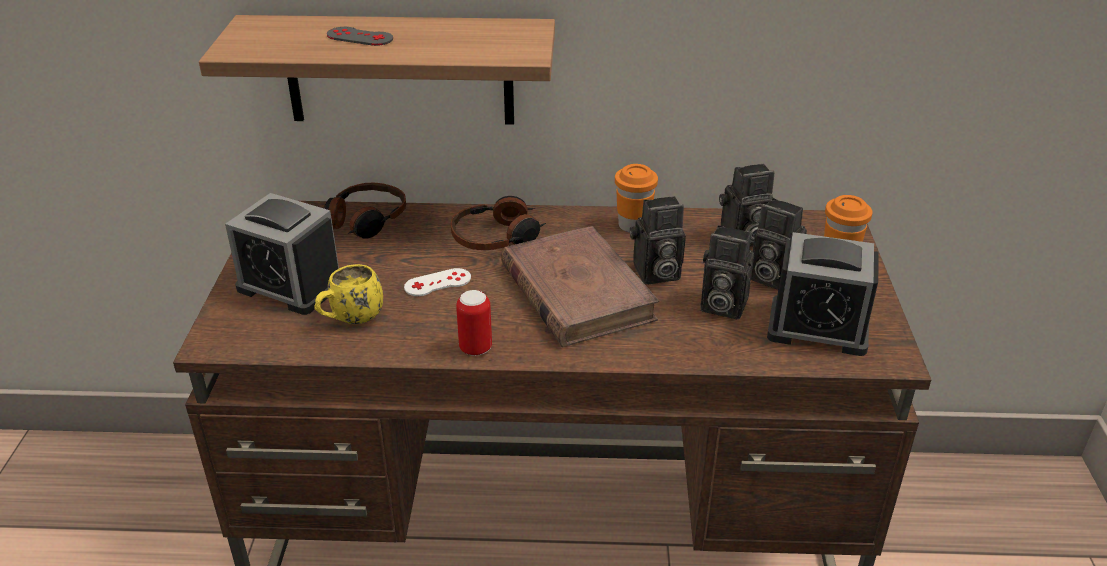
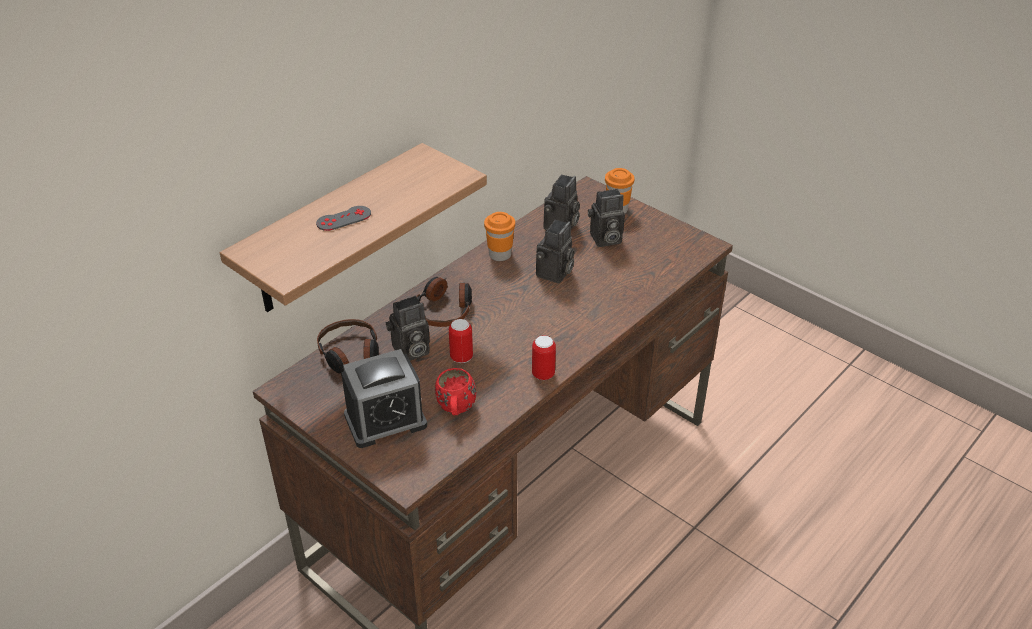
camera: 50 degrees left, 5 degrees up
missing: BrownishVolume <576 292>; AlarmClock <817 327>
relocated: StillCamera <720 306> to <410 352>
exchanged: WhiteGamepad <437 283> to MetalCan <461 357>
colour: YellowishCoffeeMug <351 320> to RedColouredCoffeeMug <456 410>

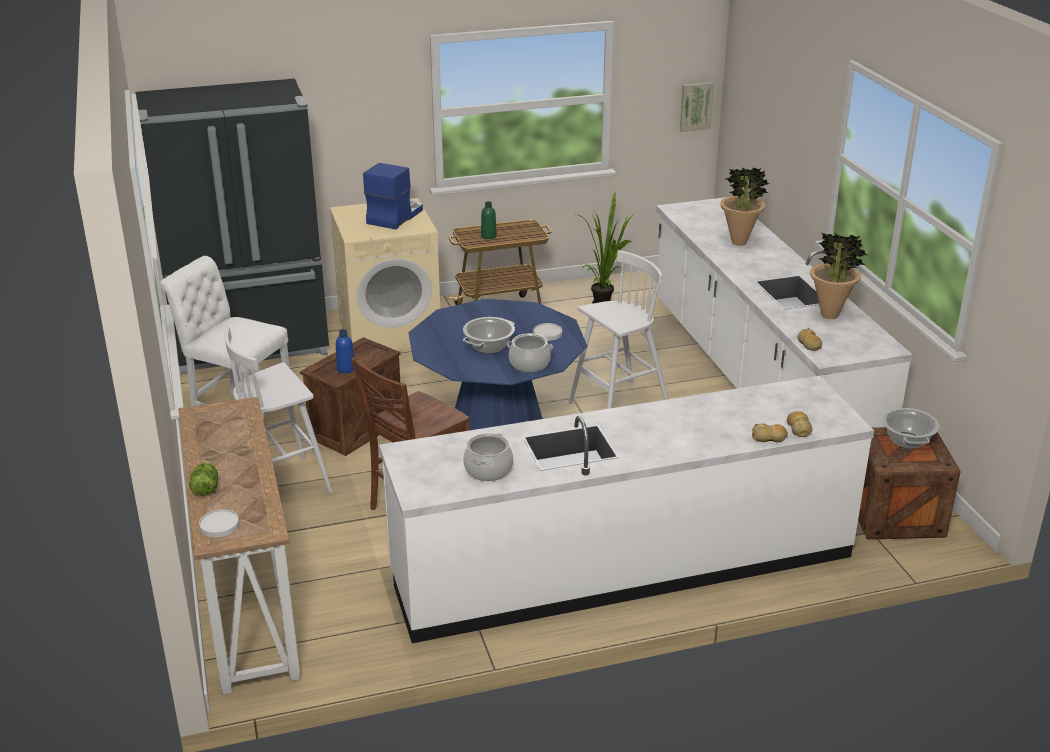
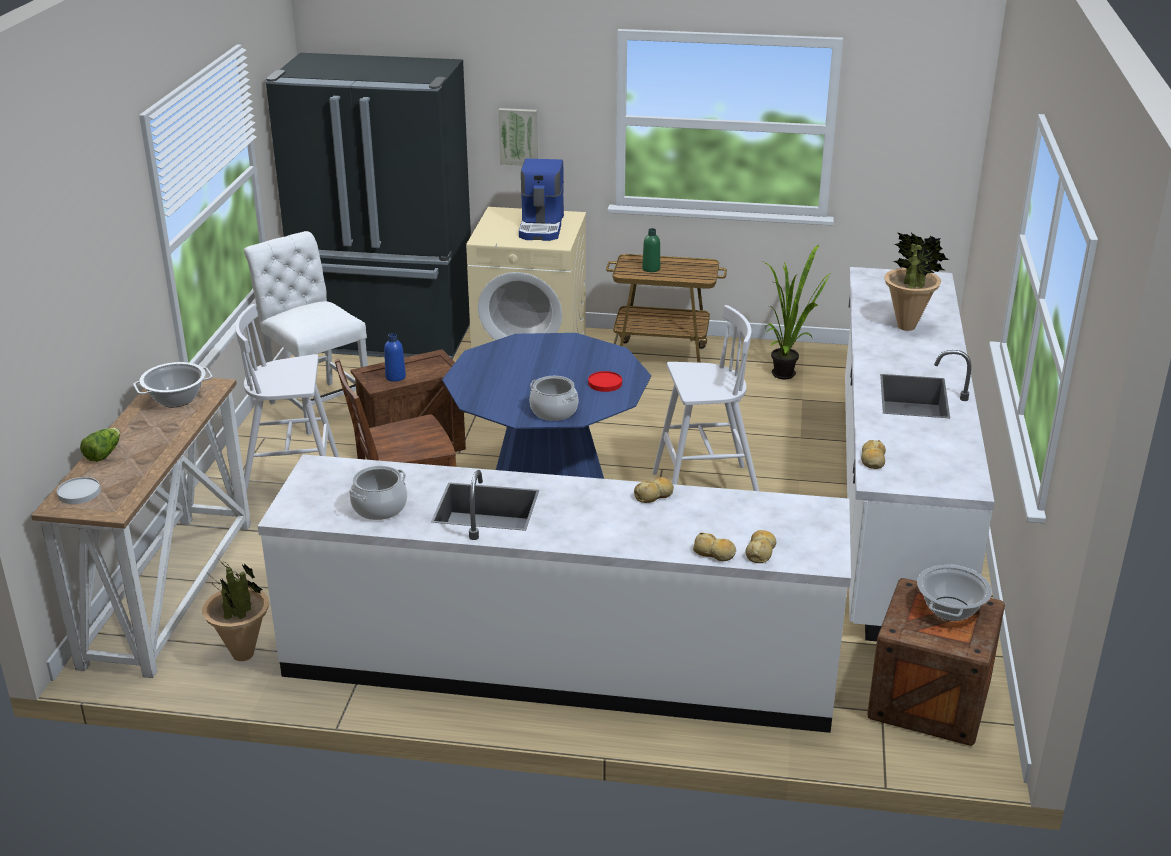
camera: 25 degrees right, 0 degrees up
appeared: BakeryBread <654 495>
relocated: Saucepot <489 347> to <176 399>; WallArt <695 106> to <518 136>; PlantInAPot <830 315> to <243 654>
colour: WhiteFlatDish <547 333> to RedColouredFlatDish <604 383>
spun: CoffeeMaker <394 216> = <542 227> 135 degrees clockwise

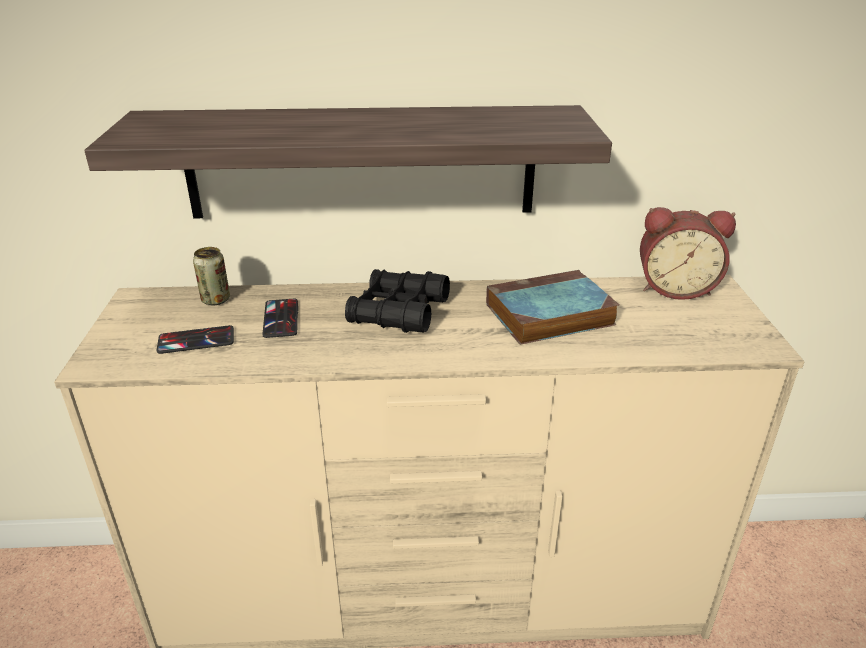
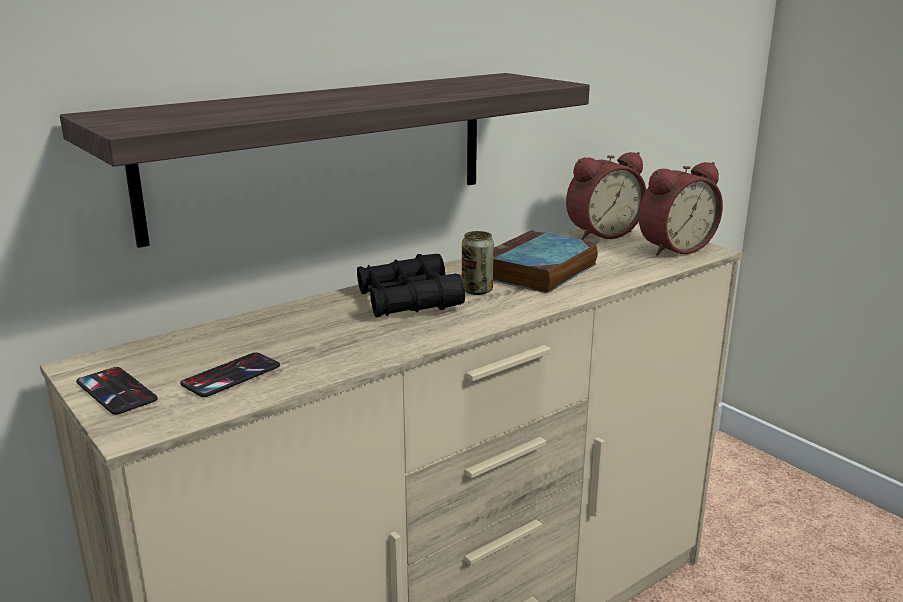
camera: 35 degrees left, 10 degrees down
appeared: AlarmClock <673 248>
relocated: MetalCan <216 300> to <477 290>; Phone <281 318> to <116 391>

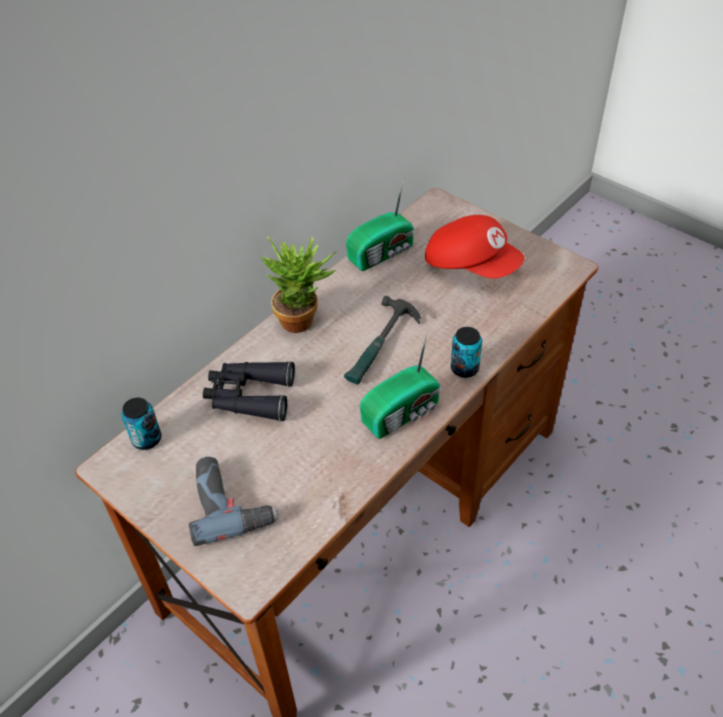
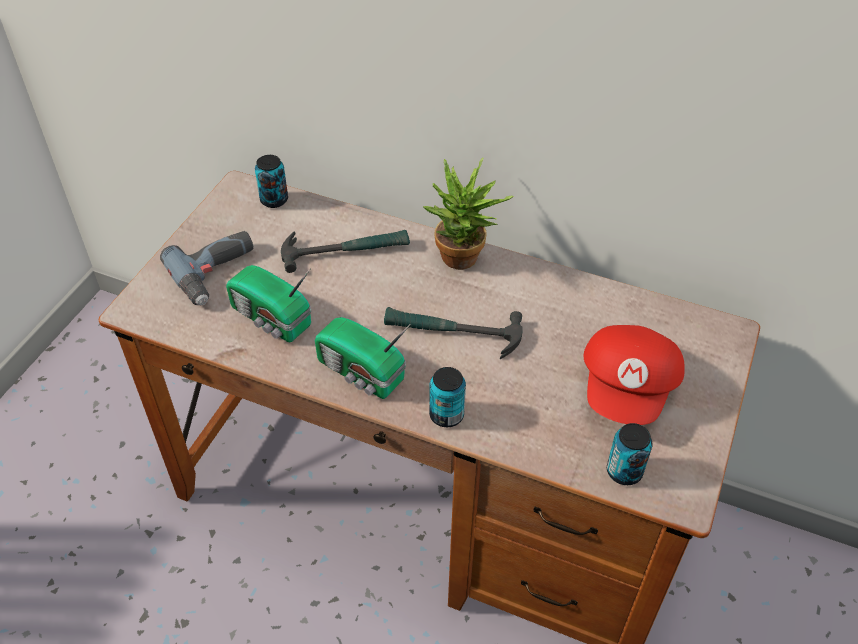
camera: 70 degrees right, 0 degrees up
appeared: MetalCan <624 471>
relocated: RadioSet <383 253> to <271 319>
exchanged: BlackFieldGlasses <249 396> to ToolHammer <345 250>

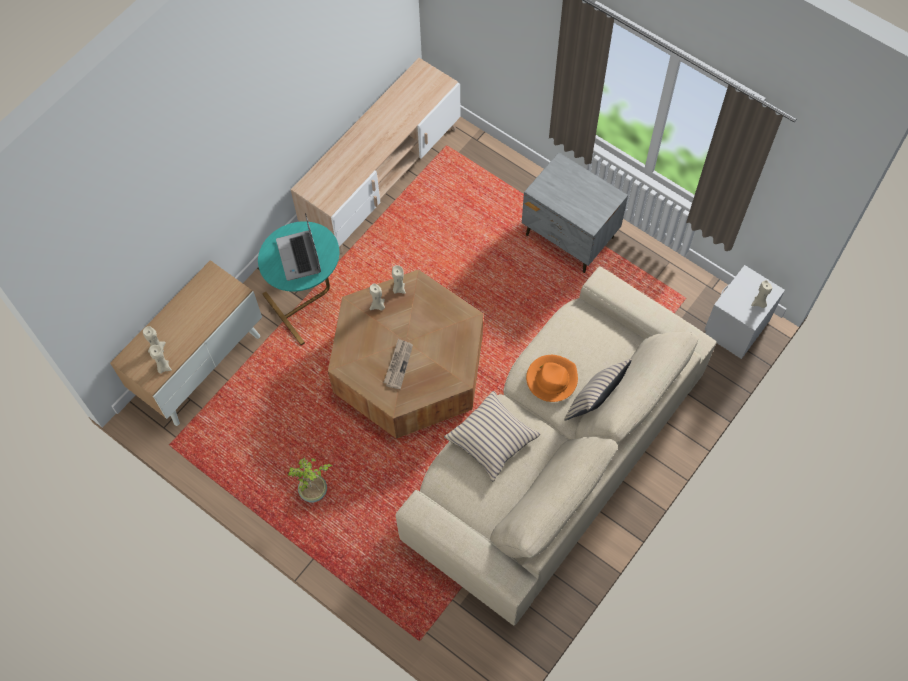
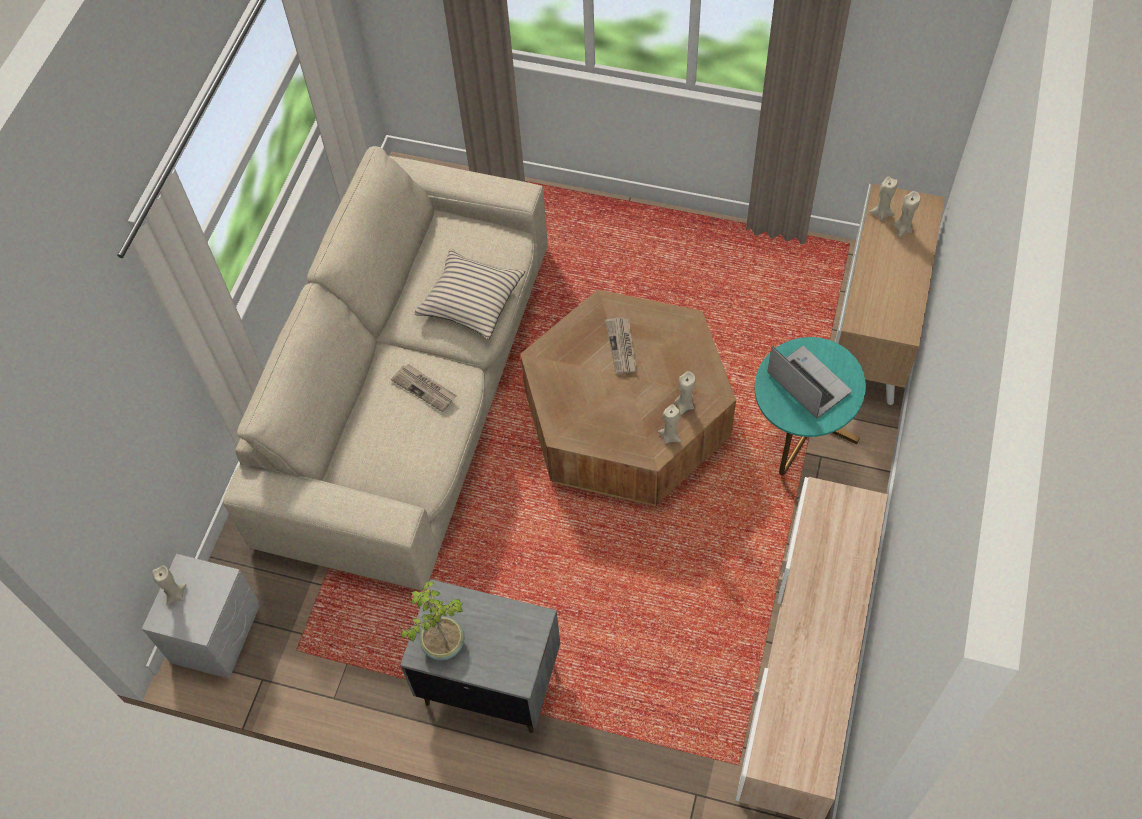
camera: 160 degrees right, 5 degrees down
missing: SandColouredCushion <594 402>
relocated: PlantInAPot <314 492> to <442 643>
exchanged: OrangeColouredClothingHat <551 379> to Newspaper <425 388>

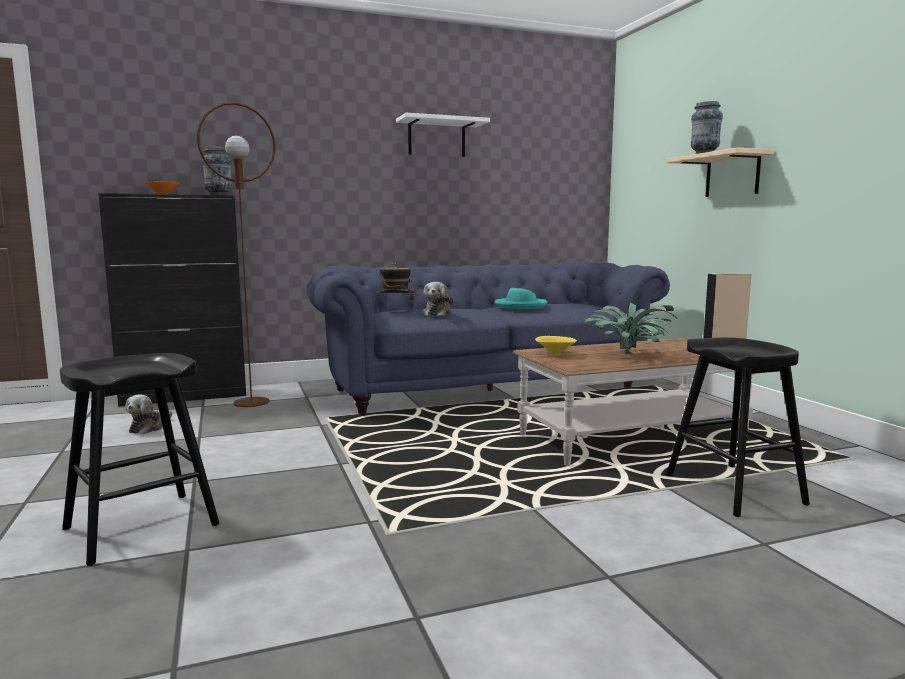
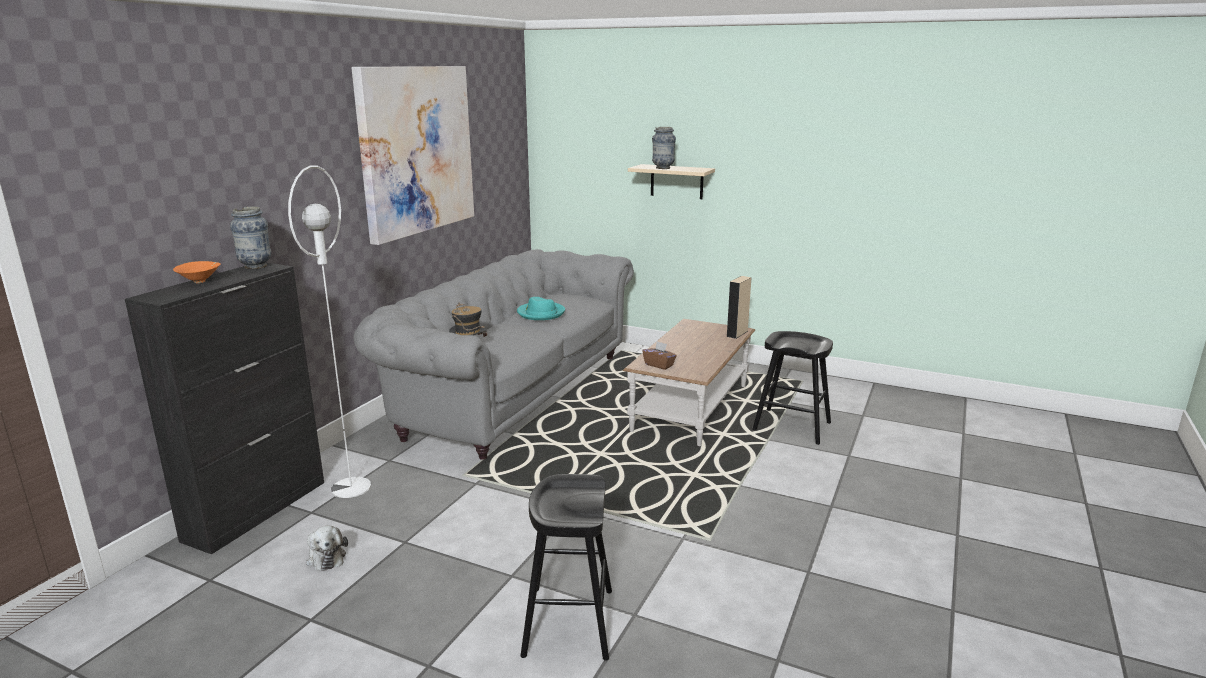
camera: 45 degrees left, 10 degrees up
missing: SoftToy <437 313>; PlantInAPot <629 355>
exchanged: WhiteWallShelf <436 138> to WallArt <416 150>; YellowishDeepDish <554 354> to BrownishTissueHolder <659 365>
colour: BrownishStandingLamp <251 402> to WhiteStandingLamp <351 487>; BlueCouch <481 386> to GreyCouch <508 392>

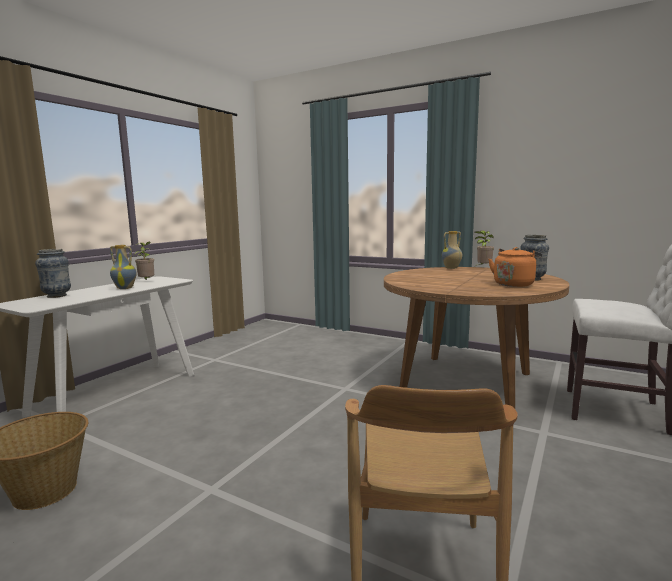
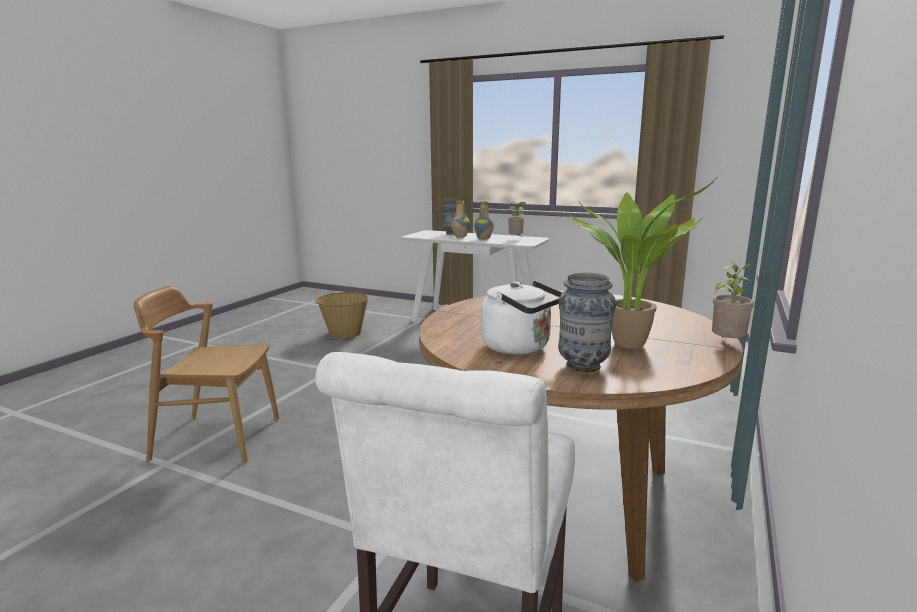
camera: 85 degrees right, 5 degrees up
appeared: PlantInAPot <632 343>
relocated: Vase <451 268> to <459 237>
colour: OrangeColouredKettle <514 284> to WhiteKettle <520 347>

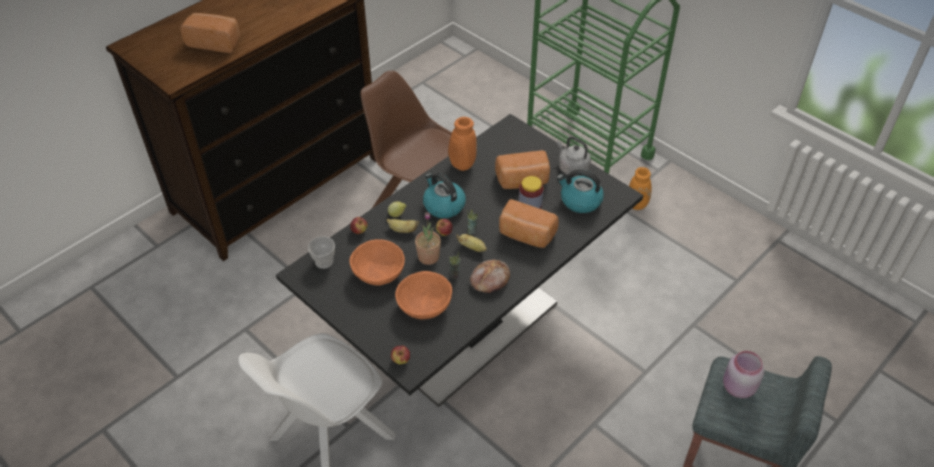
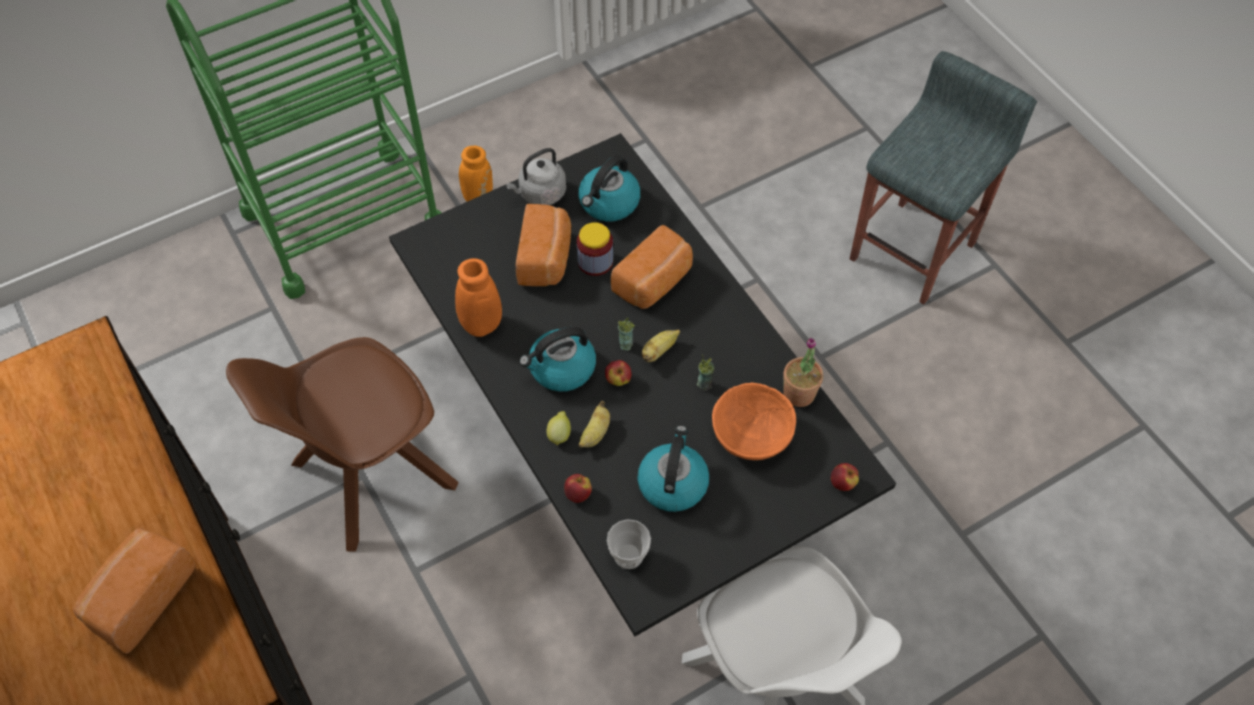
camera: 75 degrees left, 10 degrees up
missing: BakeryBread <489 280>; PinkishPreserveJar <737 387>
relocated: PlantInAPot <428 257> to <799 393>
exchanged: OrangeColouredDeepDish <378 272> to Kettle <672 483>

